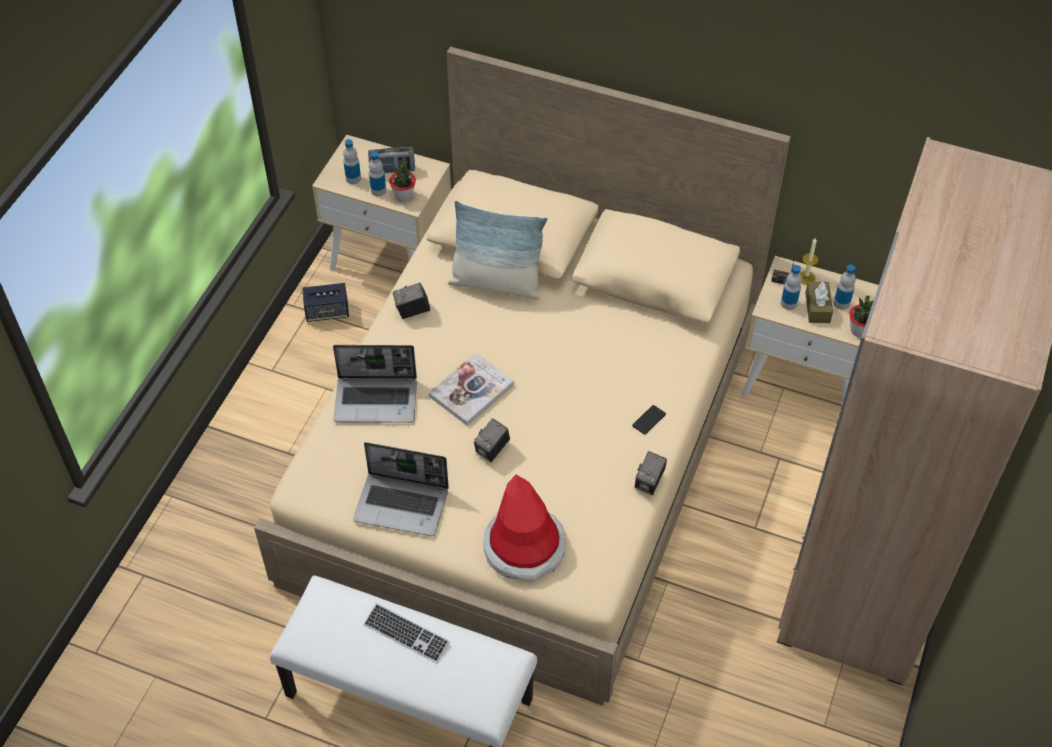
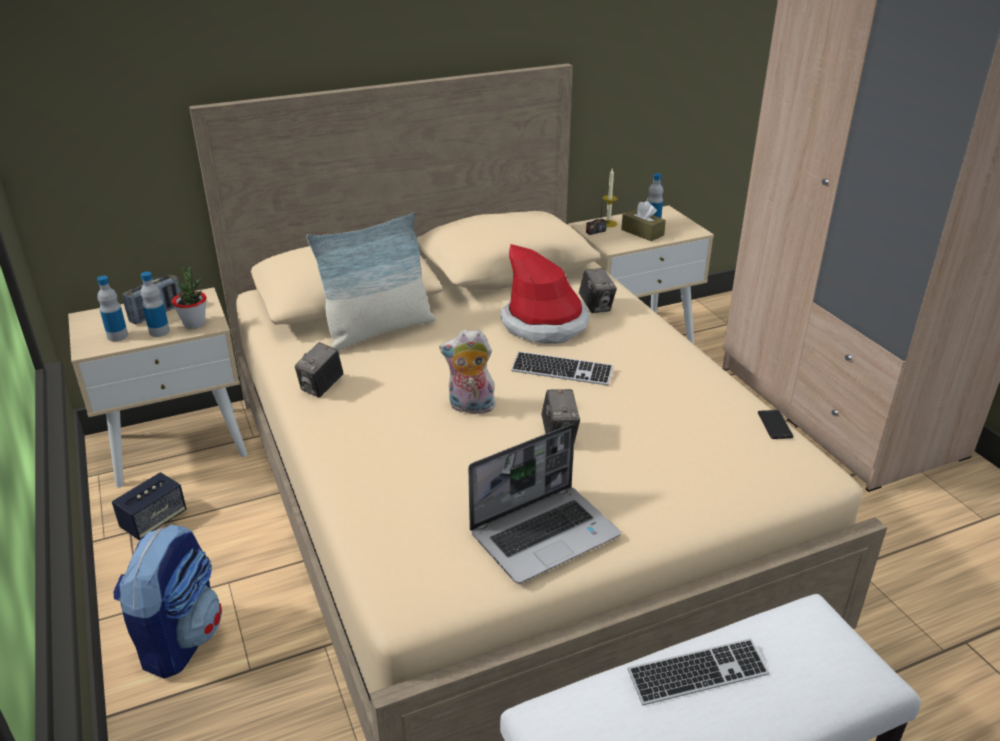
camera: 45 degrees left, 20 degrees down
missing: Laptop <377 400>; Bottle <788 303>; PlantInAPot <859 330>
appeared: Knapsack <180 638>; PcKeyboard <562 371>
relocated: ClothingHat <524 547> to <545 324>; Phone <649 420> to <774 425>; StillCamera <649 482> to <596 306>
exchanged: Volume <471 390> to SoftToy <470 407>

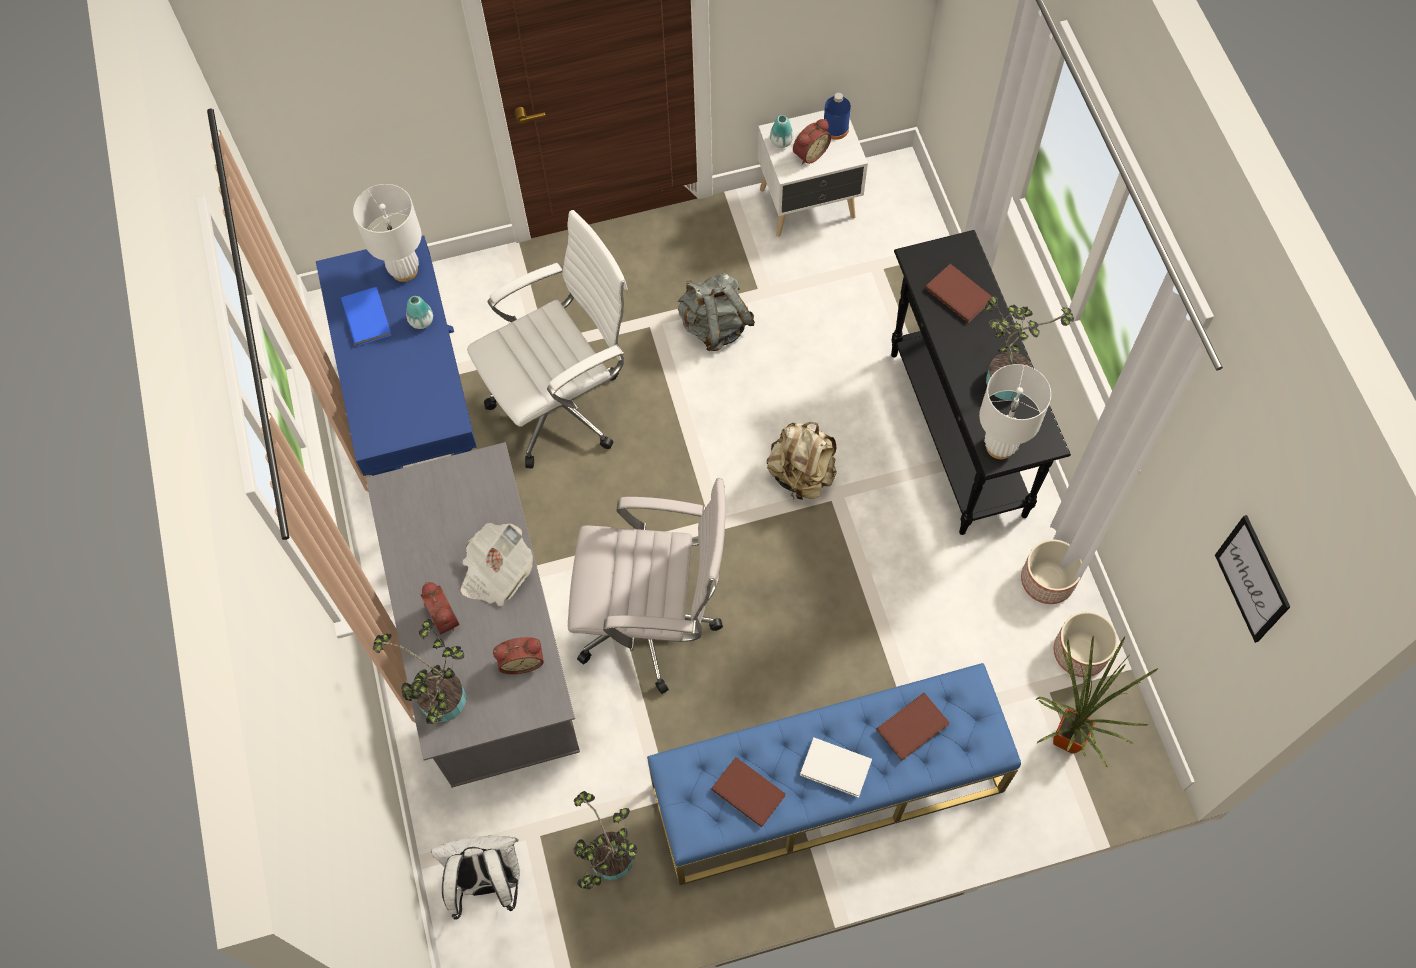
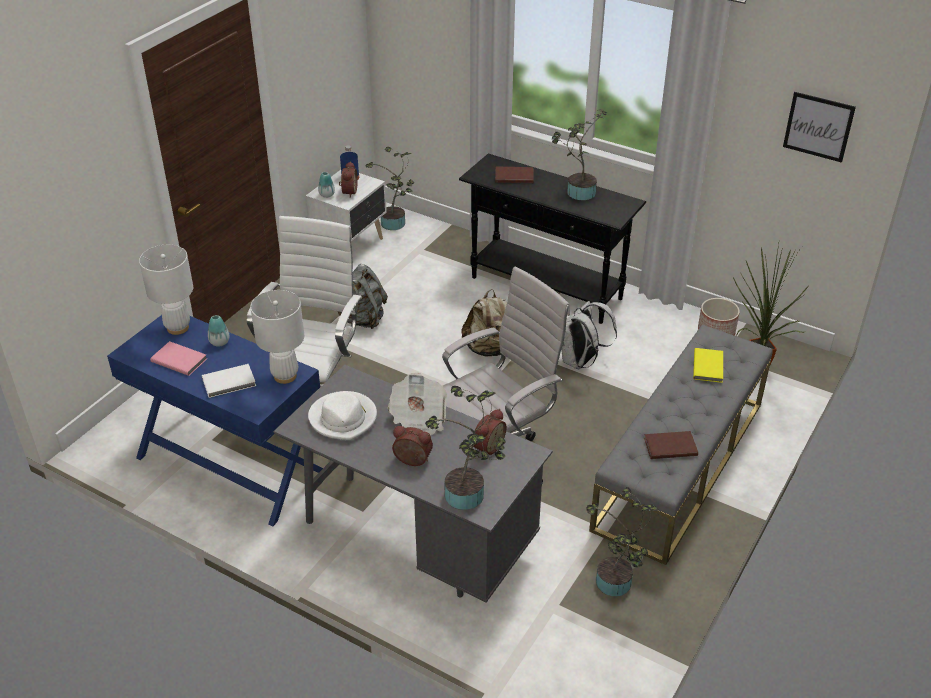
camera: 45 degrees left, 25 degrees down
missing: PlantPot <1047 581>
appeared: WhiteClothingHat <343 418>; PlantInAPot <395 224>
relocated: WhiteKnapsack <487 881> to <580 362>; WhiteVolume <836 769> to <230 383>; WhiteTableLamp <1000 446> to <285 376>
colour: BlueVolume <368 317> to PinkishVolume <179 359>; BlueIndoorBench <827 788> to GreyIndoorBench <679 465>; BrownishVolume <914 728> to YellowishVolume <709 366>

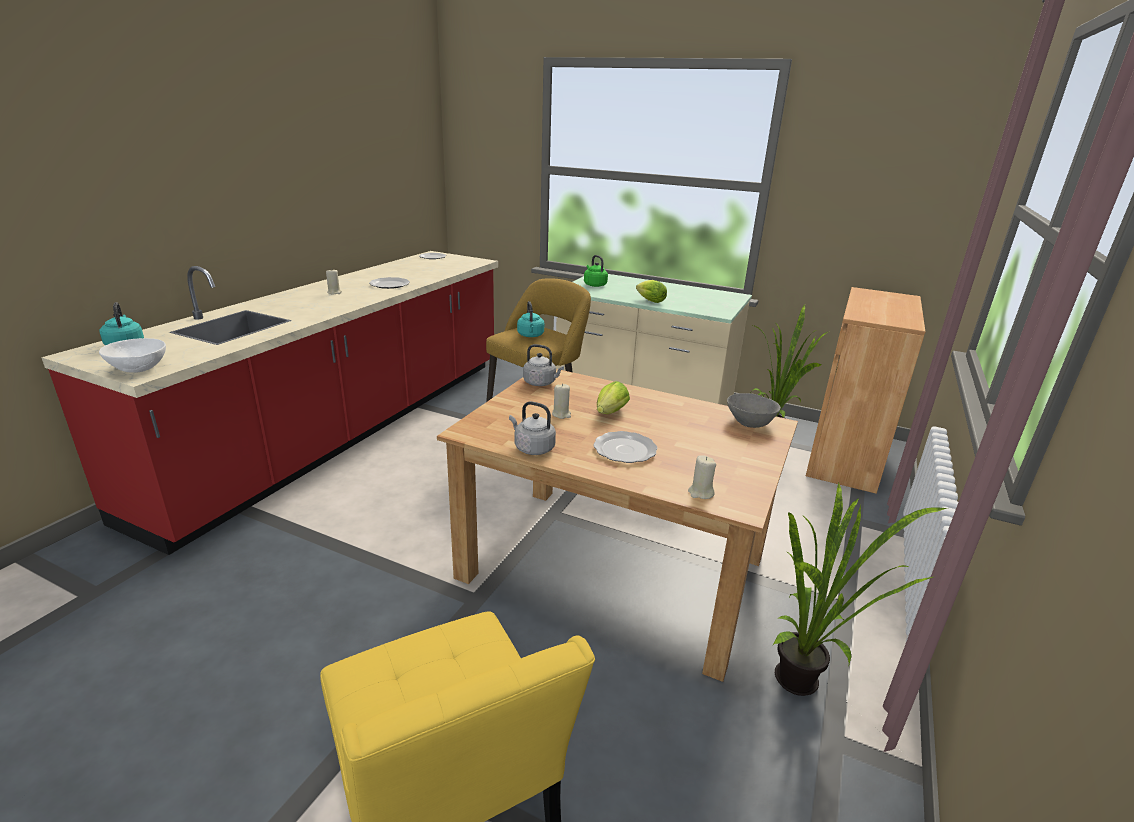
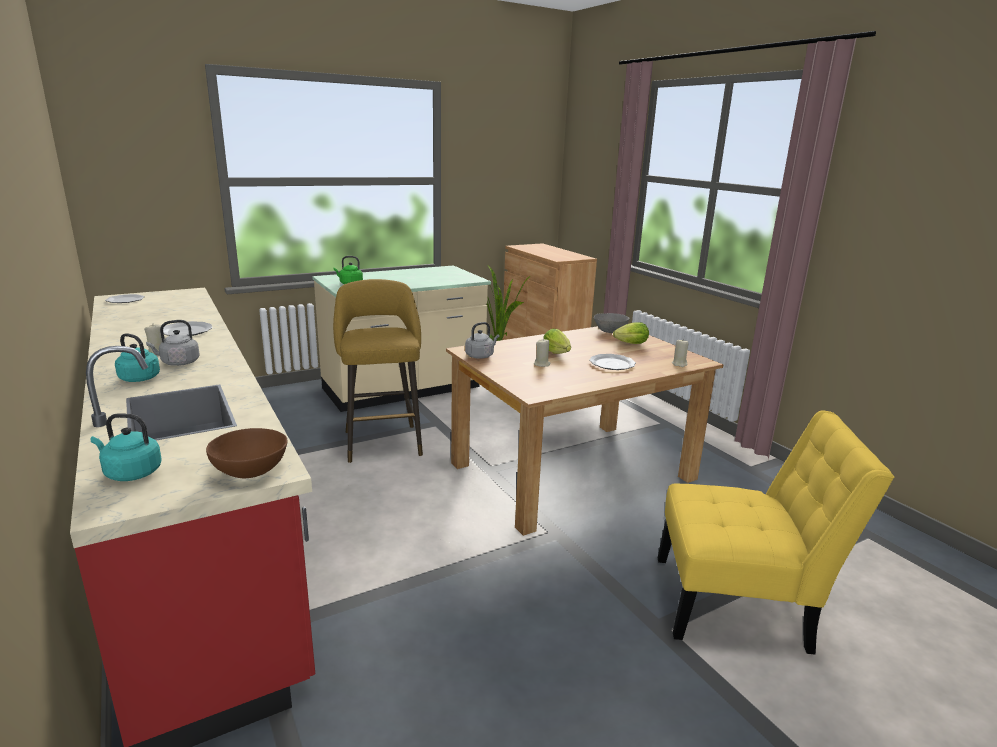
camera: 55 degrees left, 5 degrees down
missing: PlantInAPot <805 686>
relocated: GreyKettle <532 448> to <178 363>; BlueGreenKettle <530 335> to <141 379>; Lettuce <649 301> to <629 344>
colour: WhiteDeepDish <139 368> to BrownishDeepDish <250 471>

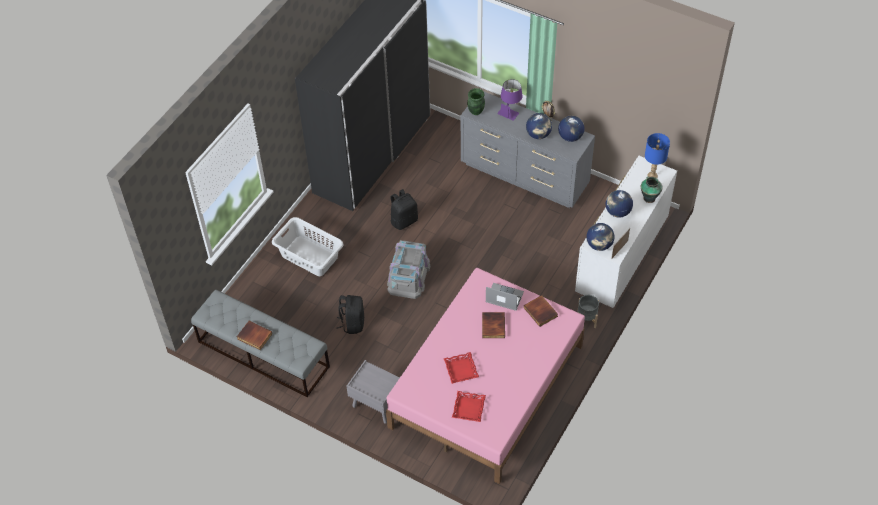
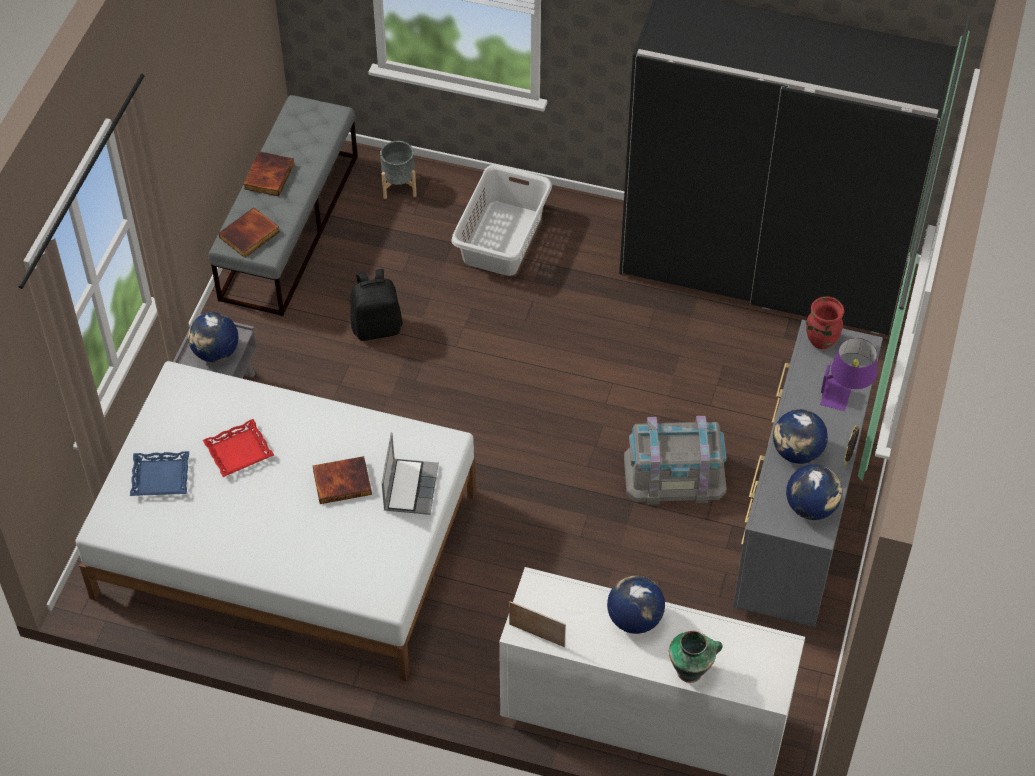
camera: 75 degrees right, 0 degrees up
missing: BlackKnapsack <404 220>; BlueTableLamp <652 175>
relocated: GreyStorageBin <408 276> to <674 474>; Volume <541 312> to <250 235>; GreyPlantPot <586 319> to <398 185>; DeskGlobe <599 245> to <215 352>
colour: PinkishBed <486 385> to WhiteBed <287 543>; RedColouredTray <468 408> to BlueTray <161 477>; GreenColouredVase <475 111> to RedColouredVase <820 341>

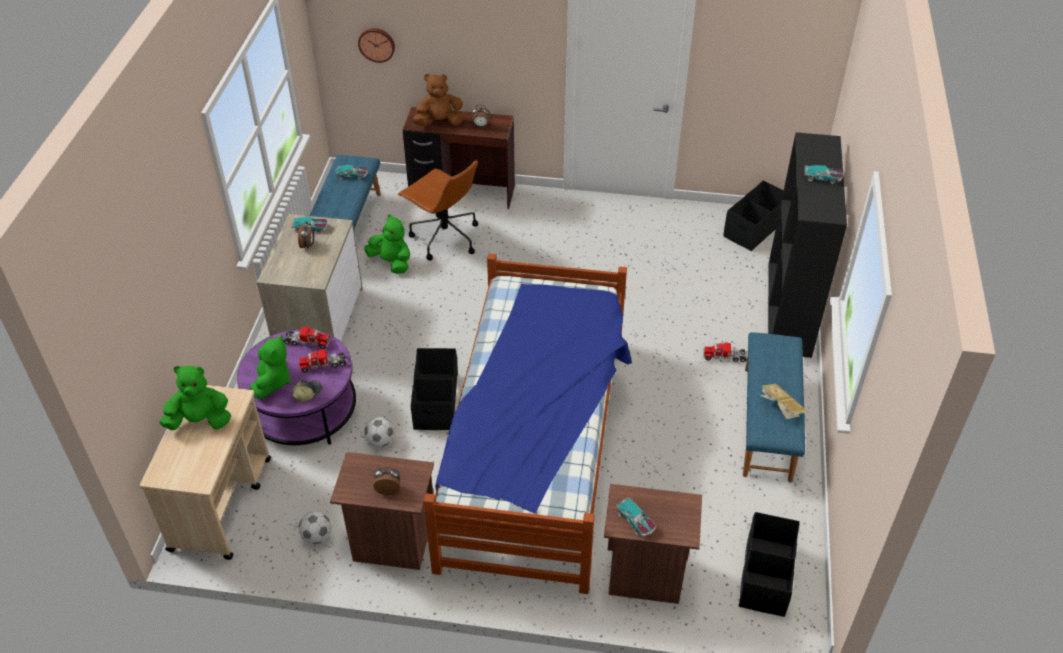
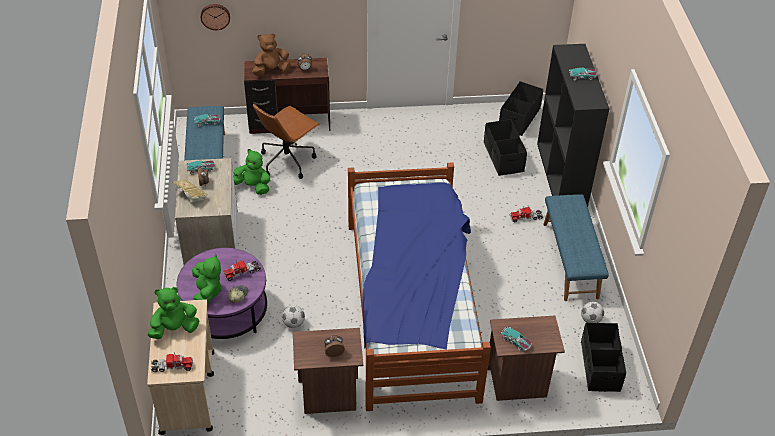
camera: 15 degrees left, 0 degrees up
relocated: ToyTruck <307 342> to <172 366>; BallForFootball <317 537> to <590 319>; BlackStorageBin <435 401> to <503 157>; Volume <780 408> to <190 196>
spun: BrownishOfficeChair <444 238> = <287 161> 105 degrees clockwise

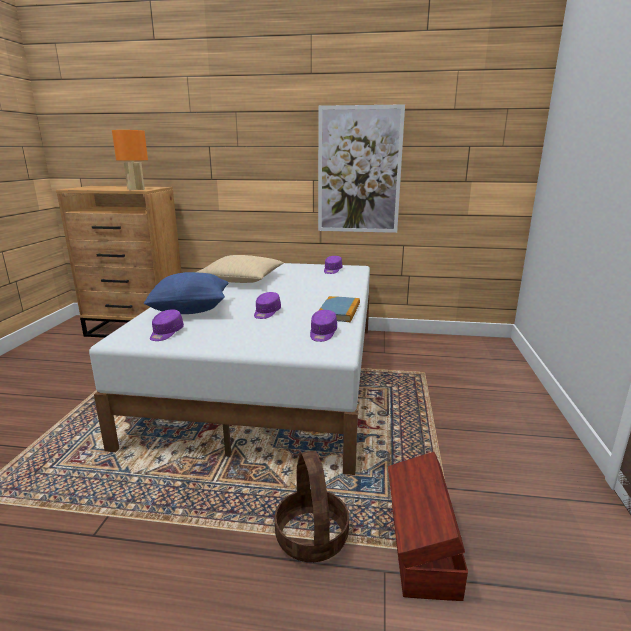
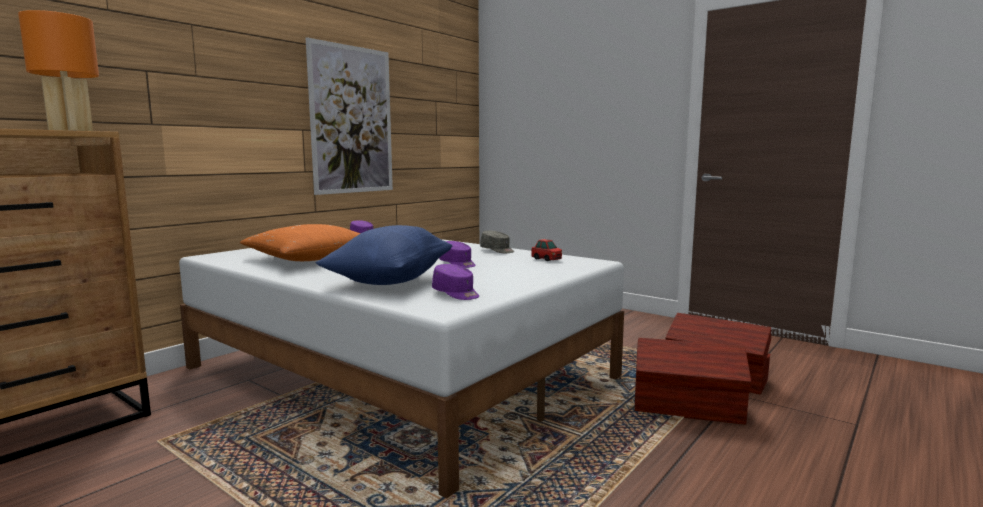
camera: 60 degrees left, 10 degrees down
exchanged: HouseholdBasket <312 537> to BrownishStorageBin <688 408>; PurpleColouredBaseballCap <322 333> to ModelCar <546 259>; Volume <339 311> to GreyBaseballCap <497 250>
colour: SandColouredCushion <242 279> to OrangeColouredCushion <310 258>

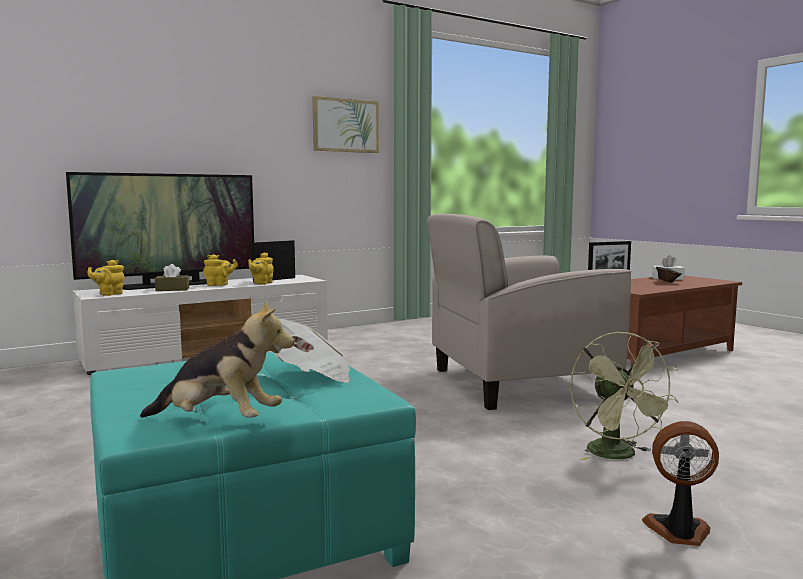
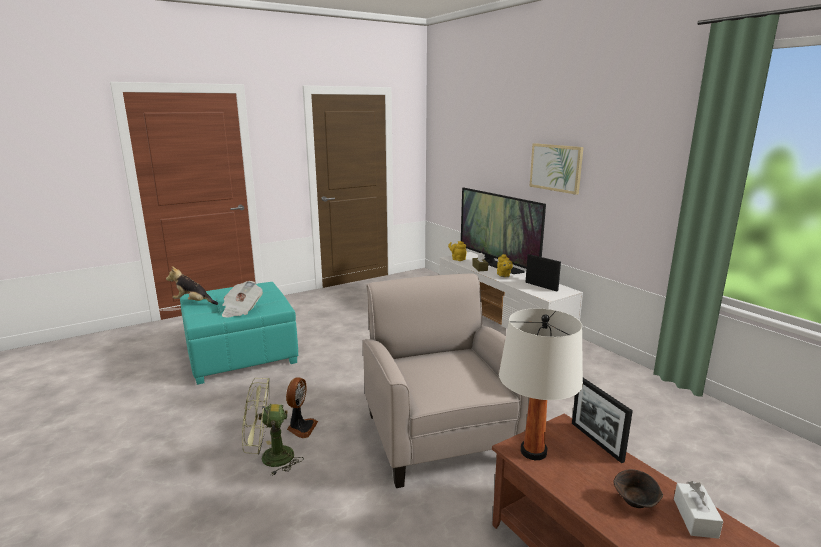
camera: 90 degrees right, 10 degrees up
missing: YellowishTeapot <261 283>
appeared: WhiteTableLamp <533 451>
relocated: WallArt <345 125> to <556 167>; CoolingFan <678 532> to <301 428>
spun: SoftToy <219 422> = <193 303> 90 degrees clockwise

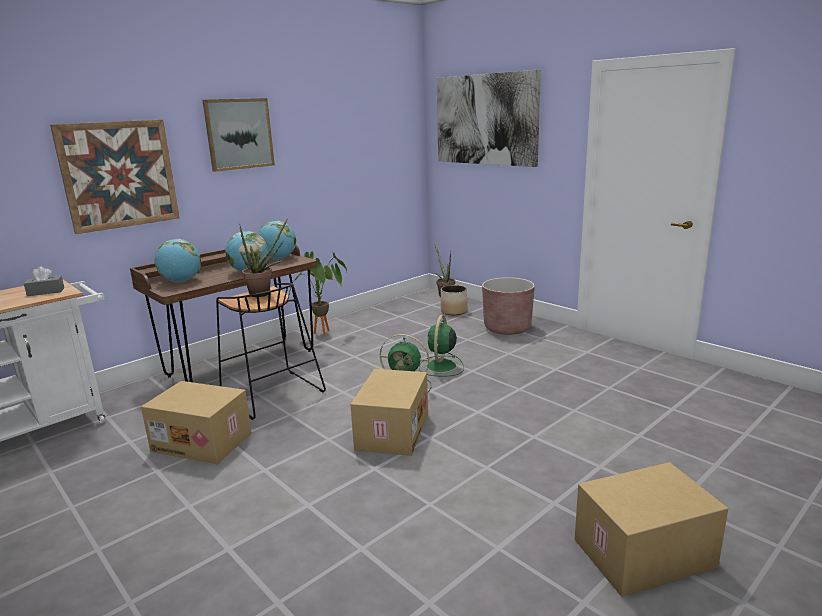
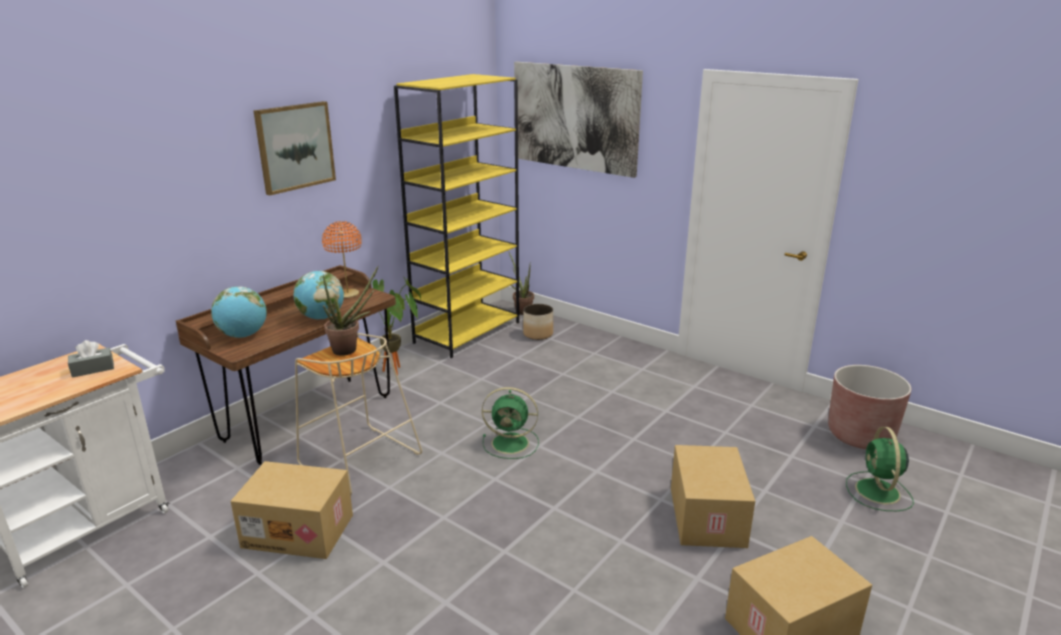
camera: 10 degrees left, 5 degrees up
missing: WallArt <119 175>
appeared: YellowishBookshelf <467 332>
relocated: Carton <391 431> to <705 516>; GreenColouredCoolingFan <441 367> to <878 492>; BrownishPlantPot <507 328> to <860 435>
exchanged: DeskGlobe <278 259> to OrangeColouredTableLamp <348 294>
colour: BlackStool <271 394> to SandColouredStool <358 460>

